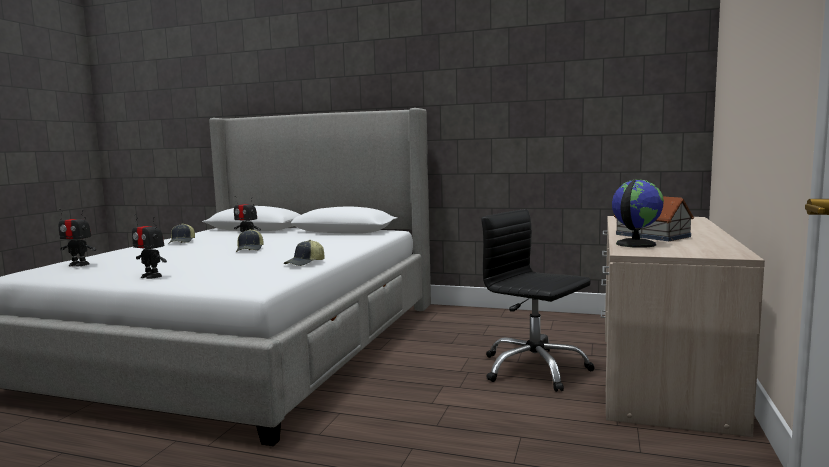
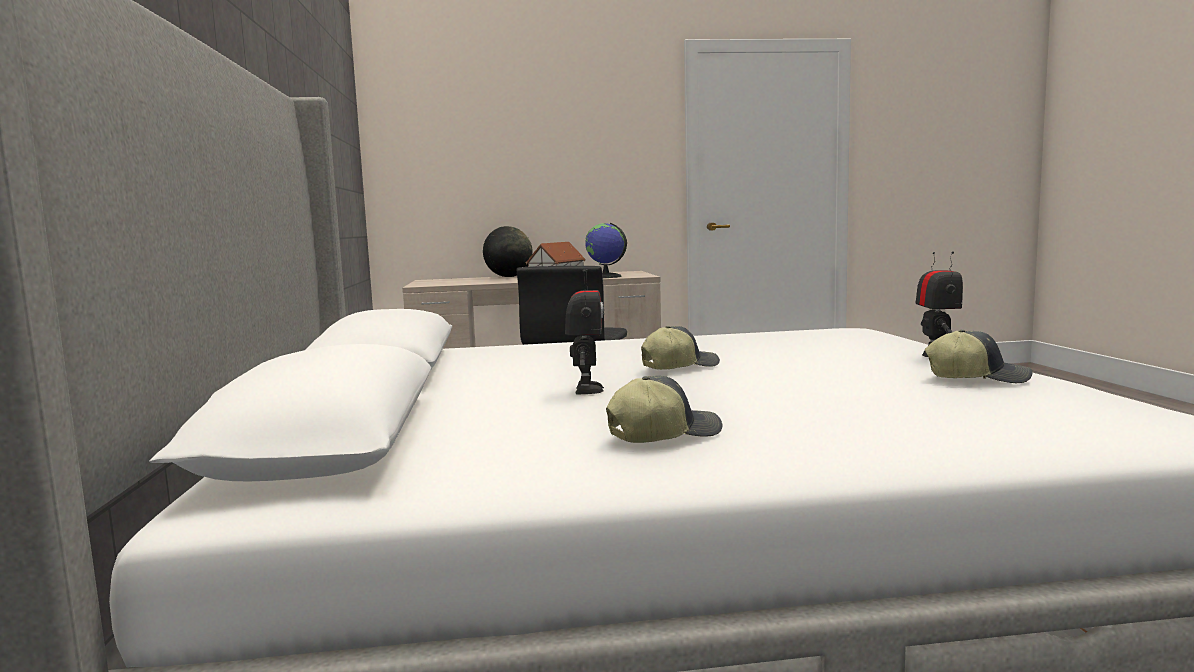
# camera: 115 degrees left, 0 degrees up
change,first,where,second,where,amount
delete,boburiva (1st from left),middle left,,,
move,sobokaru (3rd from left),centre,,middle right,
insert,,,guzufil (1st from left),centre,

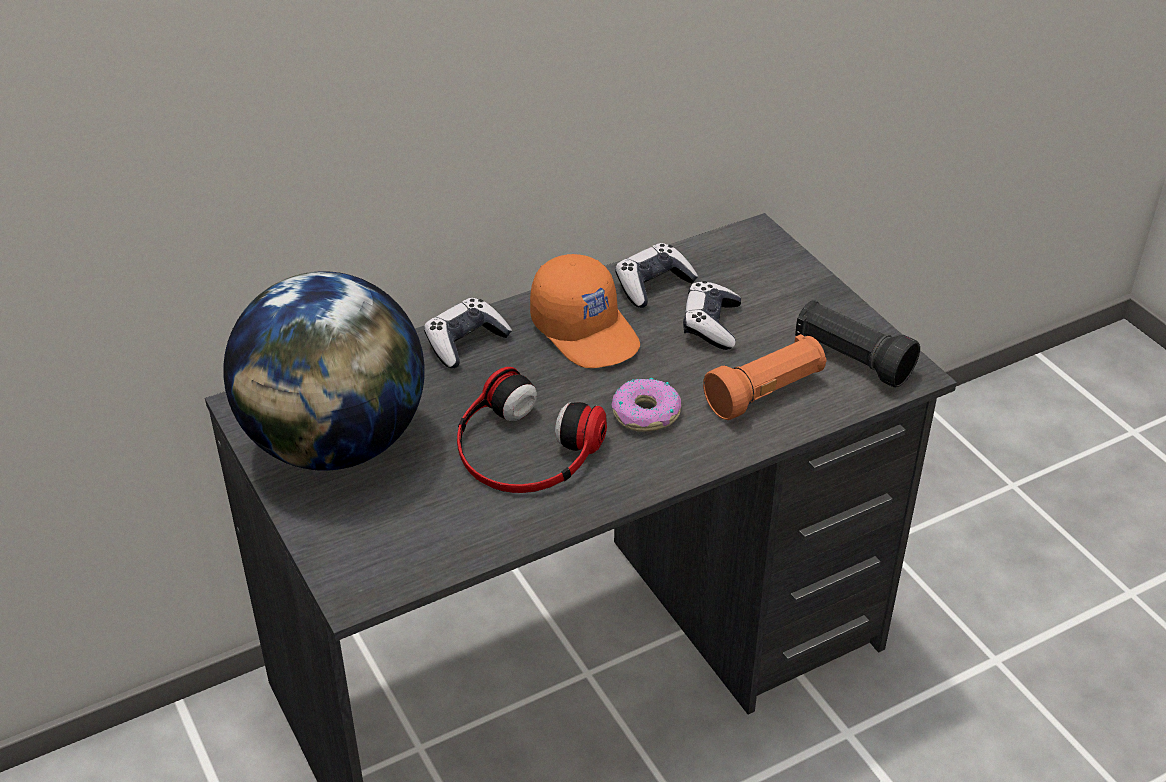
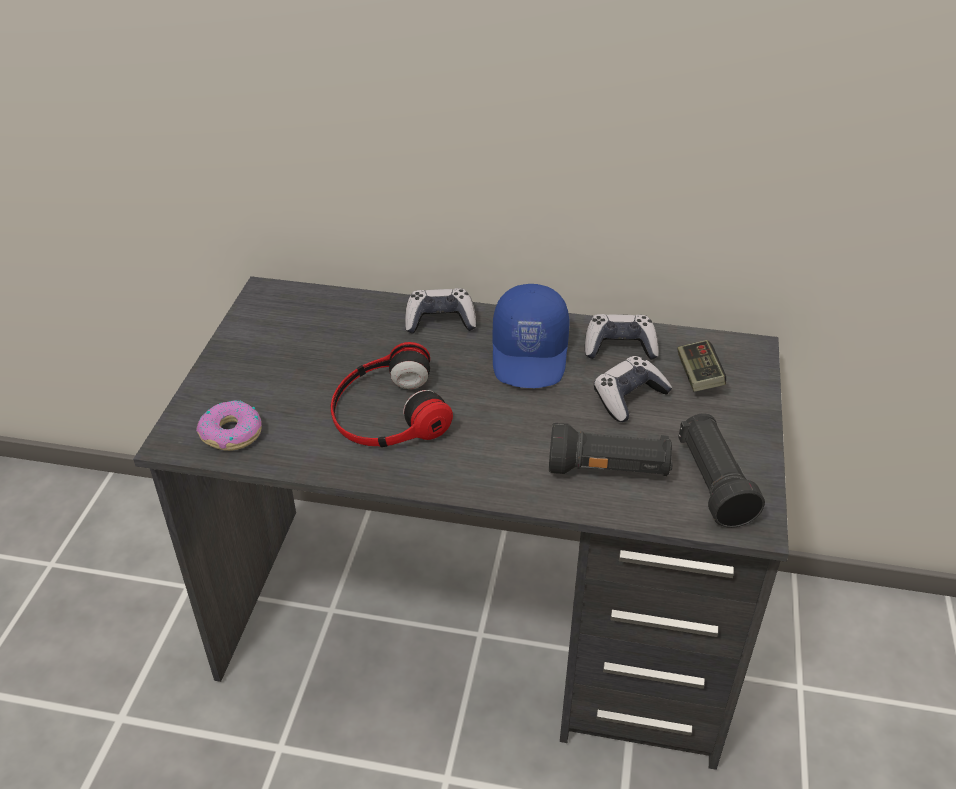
# camera: 40 degrees right, 0 degrees up
change,first,where,second,where,amount
delete,guzufil,middle left,,,
recolor,sobokaru (orange),centre,sobokaru (blue),centre,
move,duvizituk,centre,,middle left,
recolor,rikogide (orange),centre,rikogide (black) (1st from left),centre,
insert,,,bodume (4th from left),middle right,

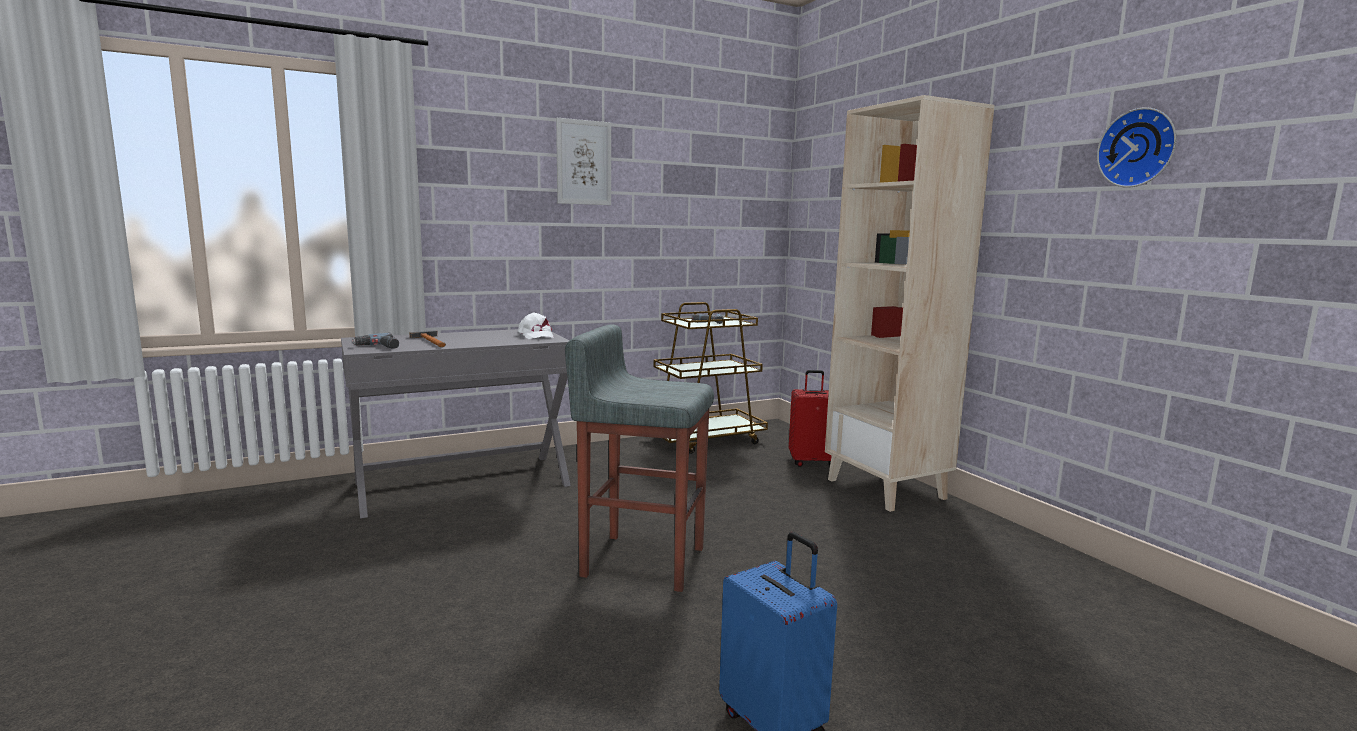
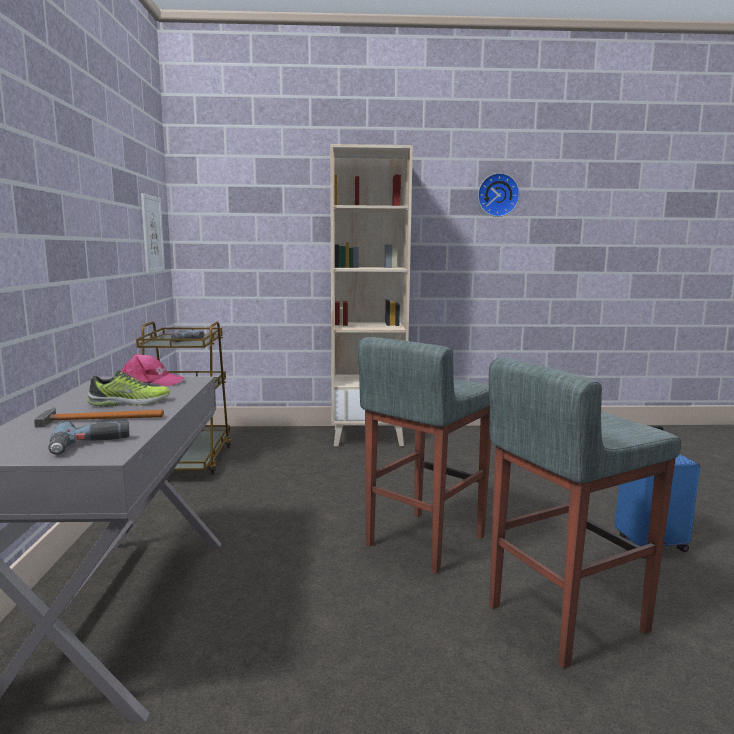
# camera: 65 degrees left, 0 degrees up
change,first,where,second,where,amount
recolor,sobokaru (white),centre,sobokaru (pink),middle left,
move,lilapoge,top centre,,top left,
delete,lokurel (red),centre,,,
insert,,,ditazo,middle left,
insert,,,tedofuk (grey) (2nd from left),bottom right,

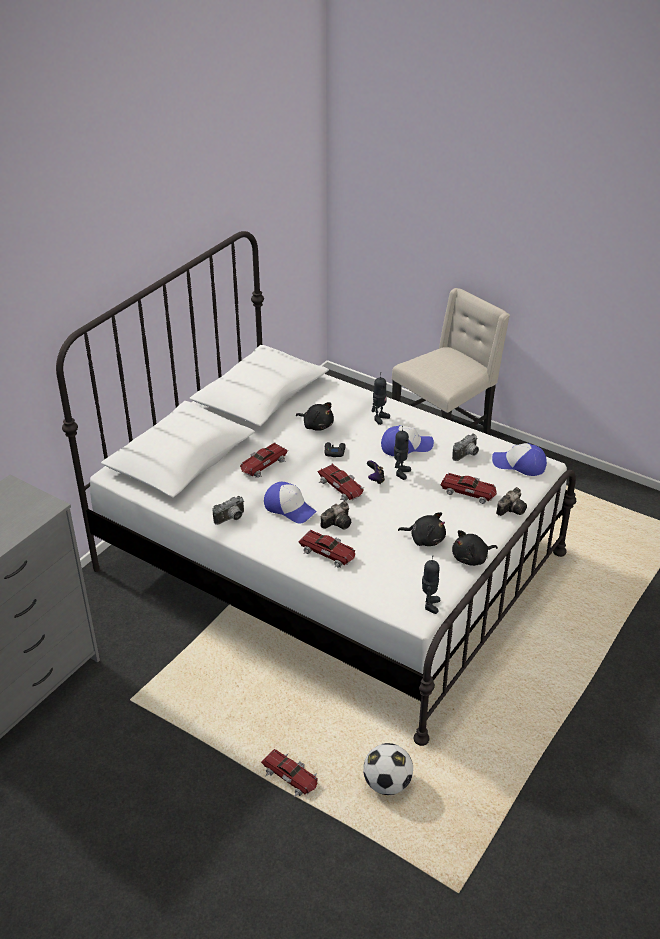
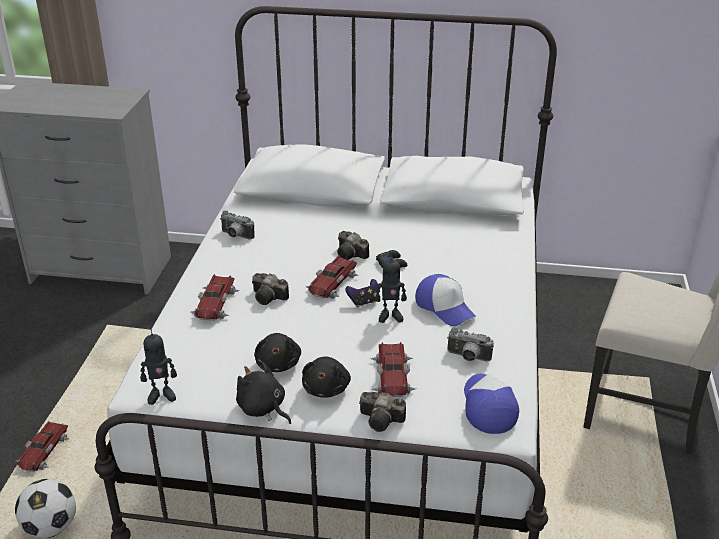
# camera: 65 degrees right, 5 degrees down
change,first,where,second,where,amount
delete,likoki (1st from left),centre,,,
delete,sobokaru (1st from left),centre,,,
move,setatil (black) (1st from left in the first image),centre,setatil (black) (3rd from left),bottom centre,
delete,boburiva (1st from left),centre,,,
insert,,,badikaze (3rd from left),centre,

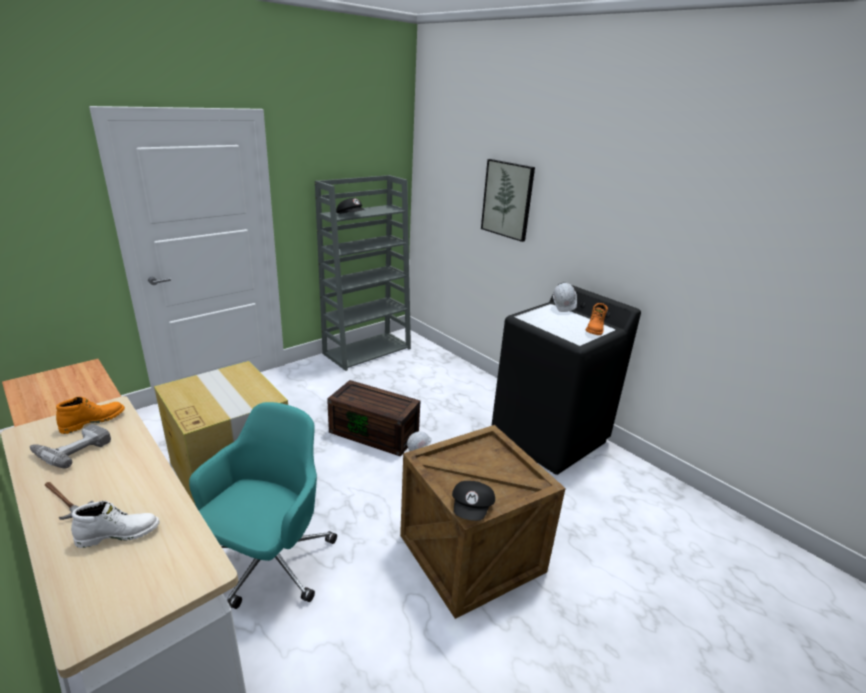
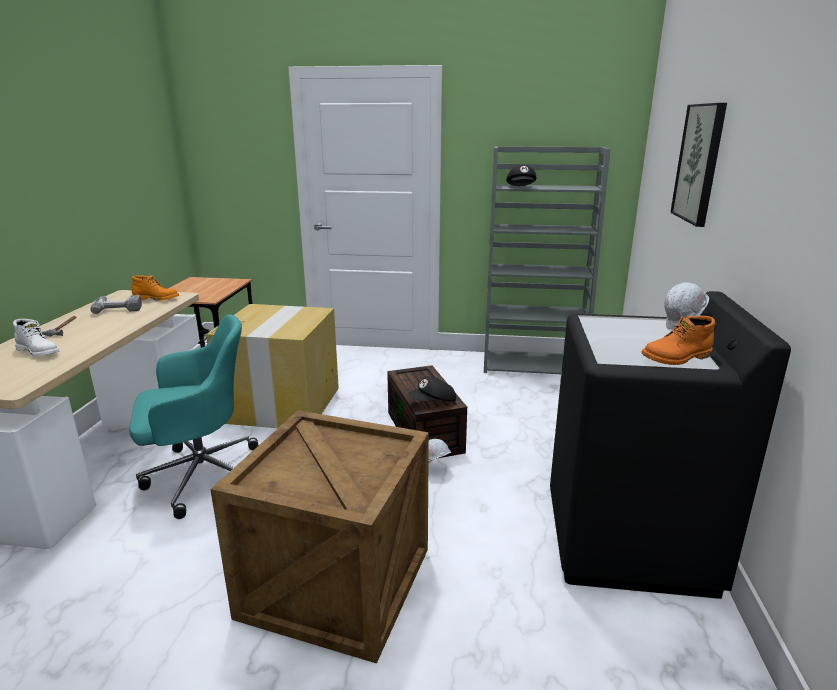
# camera: 50 degrees right, 5 degrees down
change,first,where,second,where,amount
move,sobokaru (black) (2nd from left in the first image),bottom centre,sobokaru (black) (1st from left),centre,

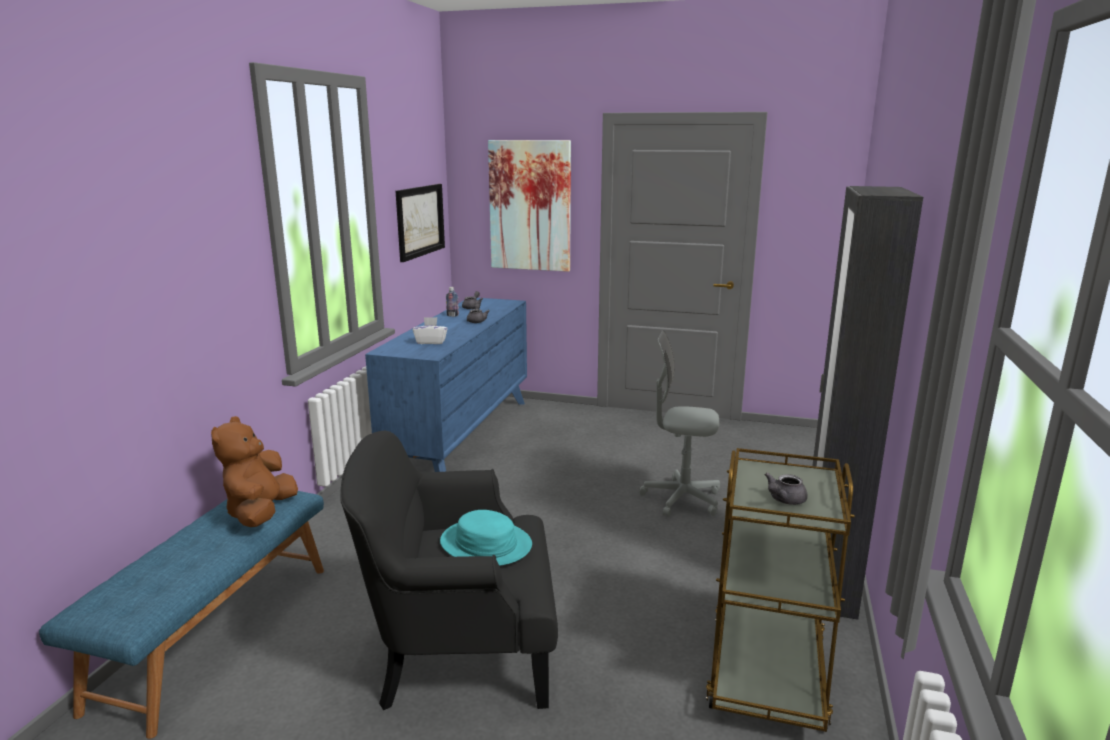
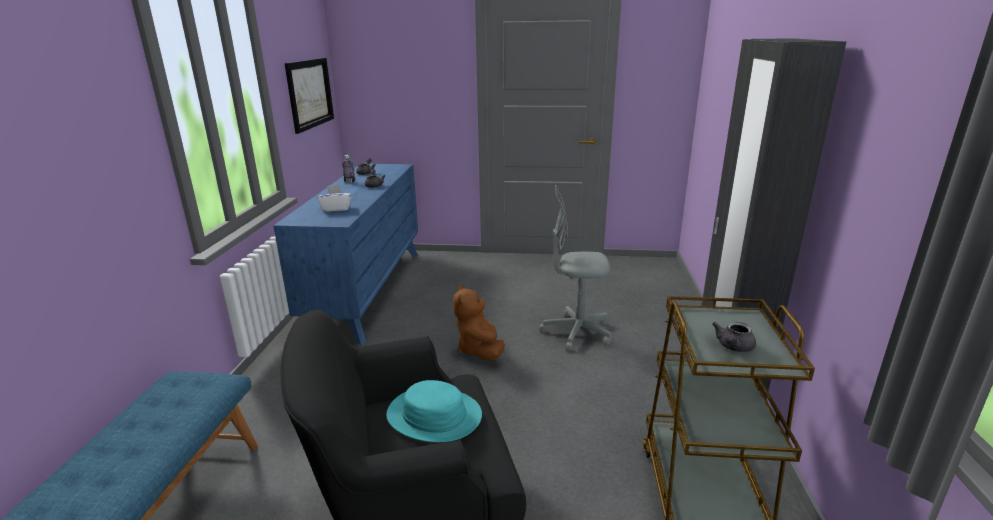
# camera: 10 degrees left, 5 degrees up
change,first,where,second,where,amount
move,setatil (brown),middle left,,centre,
delete,lilapoge (2nd from left),top centre,,,

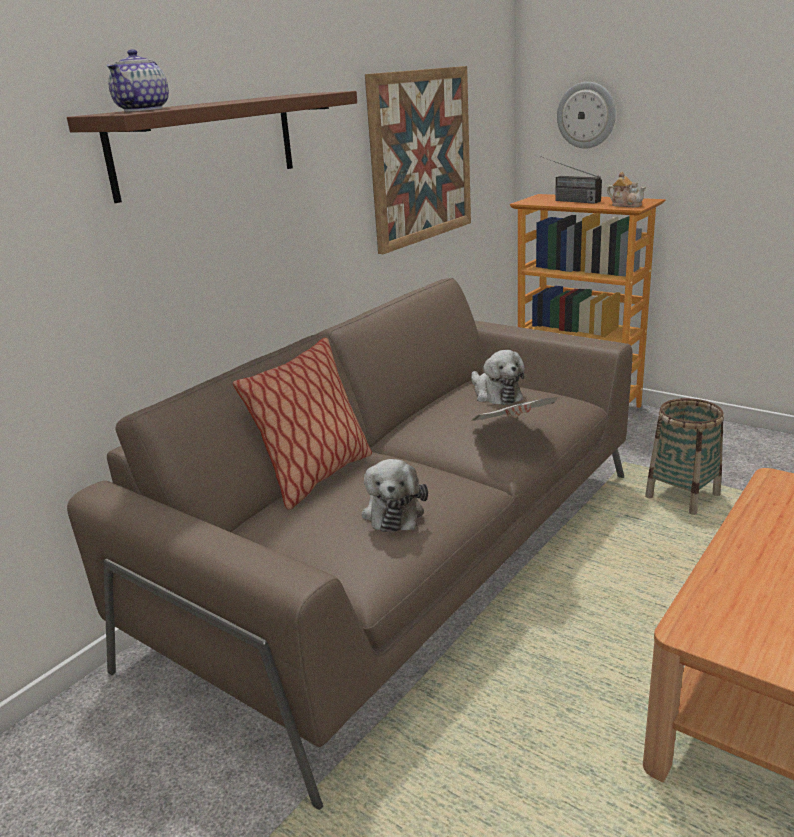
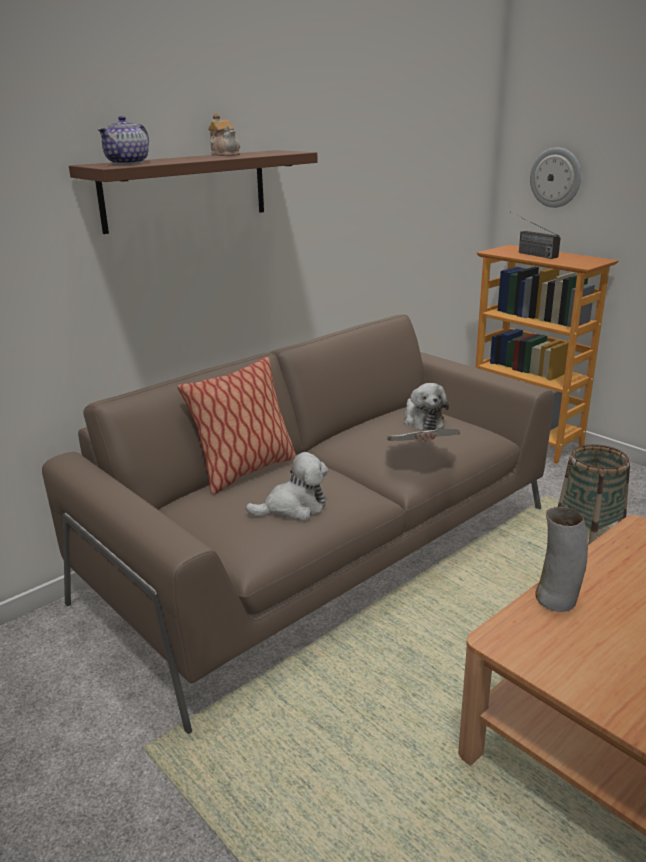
# camera: 10 degrees right, 0 degrees up
change,first,where,second,where,amount
rotate,setatil (1st from left),centre,,centre,120 degrees counterclockwise
delete,lilapoge,top centre,,,
move,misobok (2nd from left),top right,,top centre,
insert,,,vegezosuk,middle right,

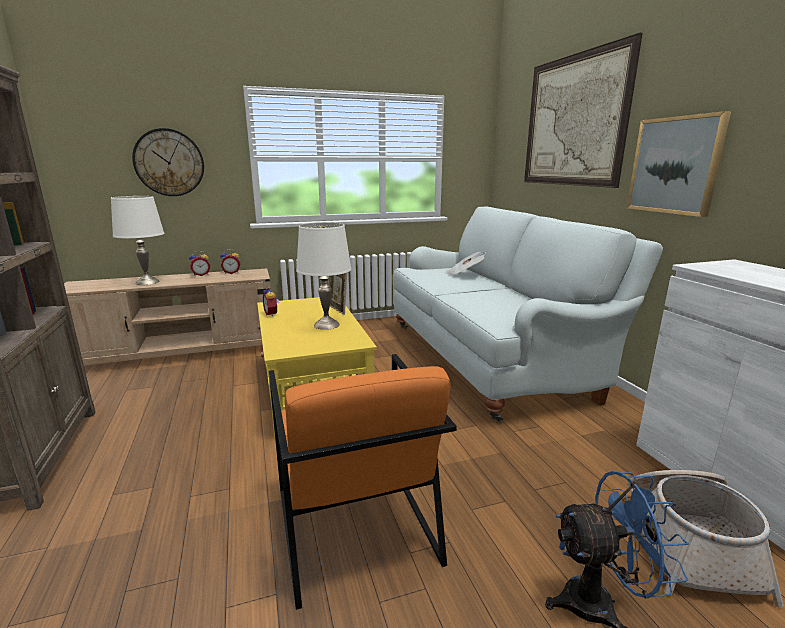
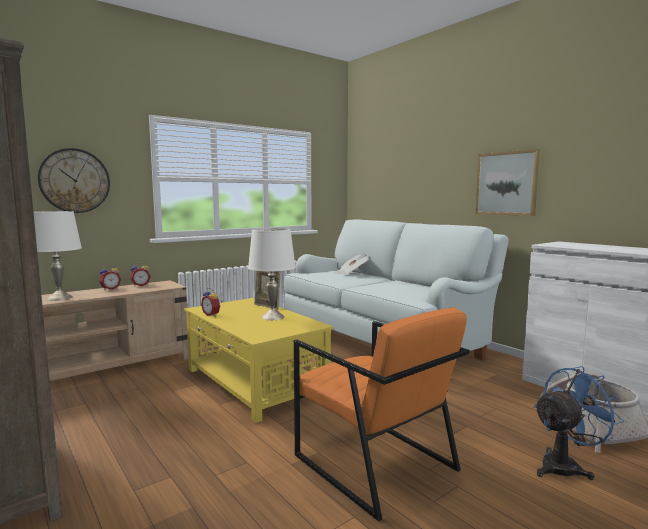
# camera: 20 degrees left, 10 degrees down
change,first,where,second,where,amount
delete,lilapoge (1st from left),top right,,,

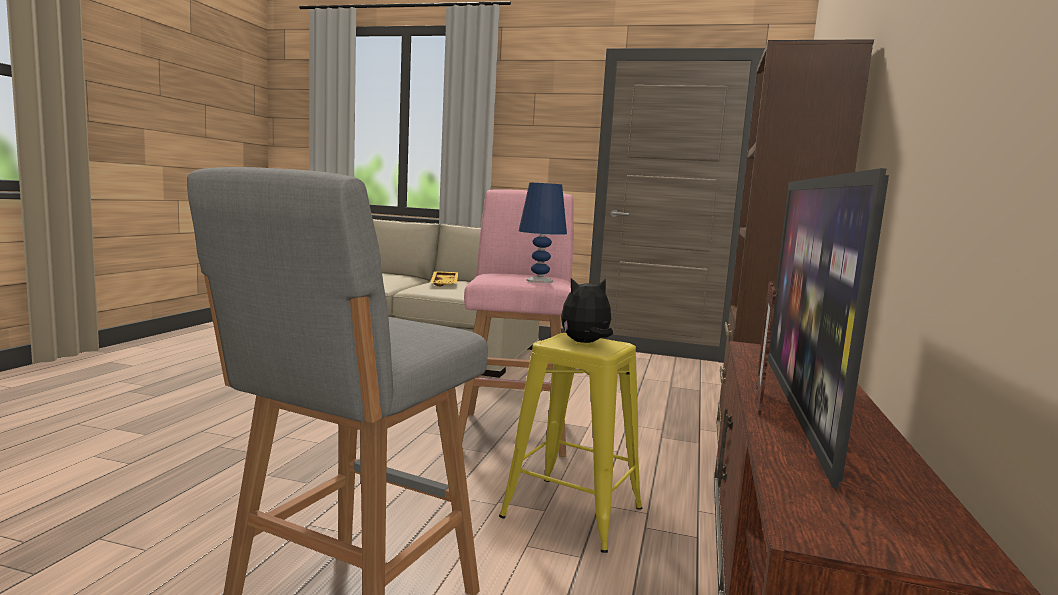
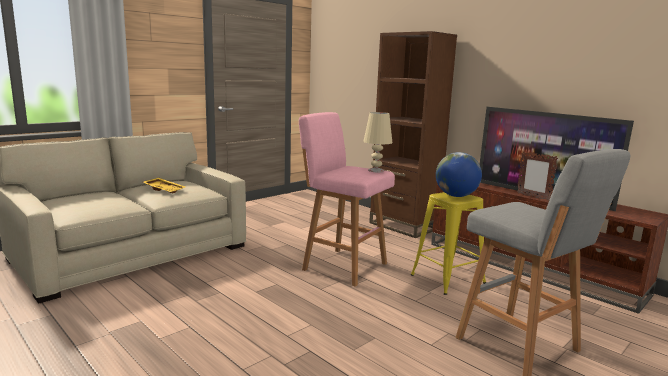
# camera: 60 degrees left, 5 degrees up
change,first,where,second,where,amount
recolor,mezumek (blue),centre,mezumek (beige),centre,
replace,setatil,centre,guzufil,middle right,

